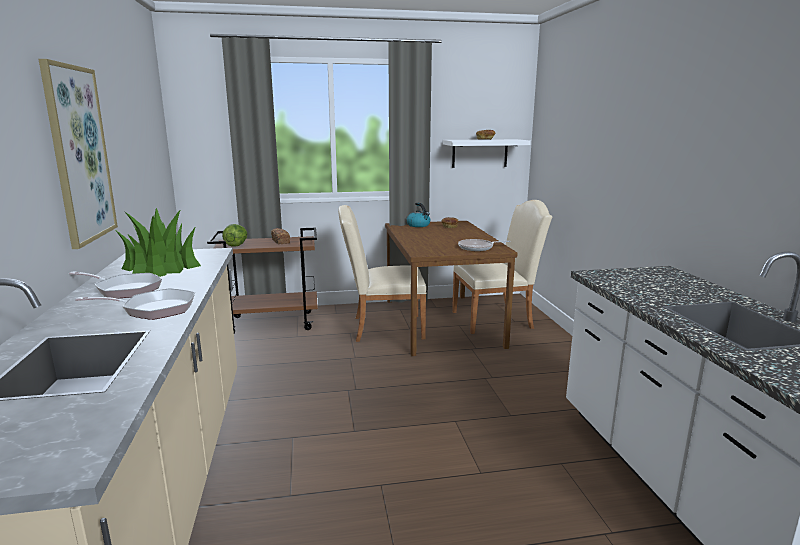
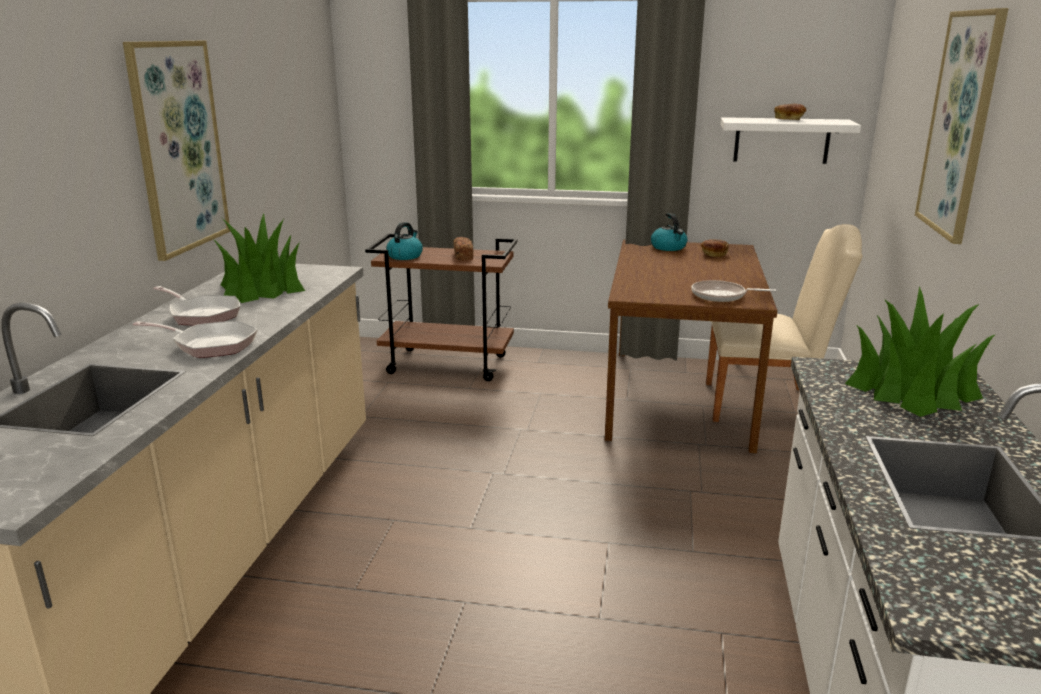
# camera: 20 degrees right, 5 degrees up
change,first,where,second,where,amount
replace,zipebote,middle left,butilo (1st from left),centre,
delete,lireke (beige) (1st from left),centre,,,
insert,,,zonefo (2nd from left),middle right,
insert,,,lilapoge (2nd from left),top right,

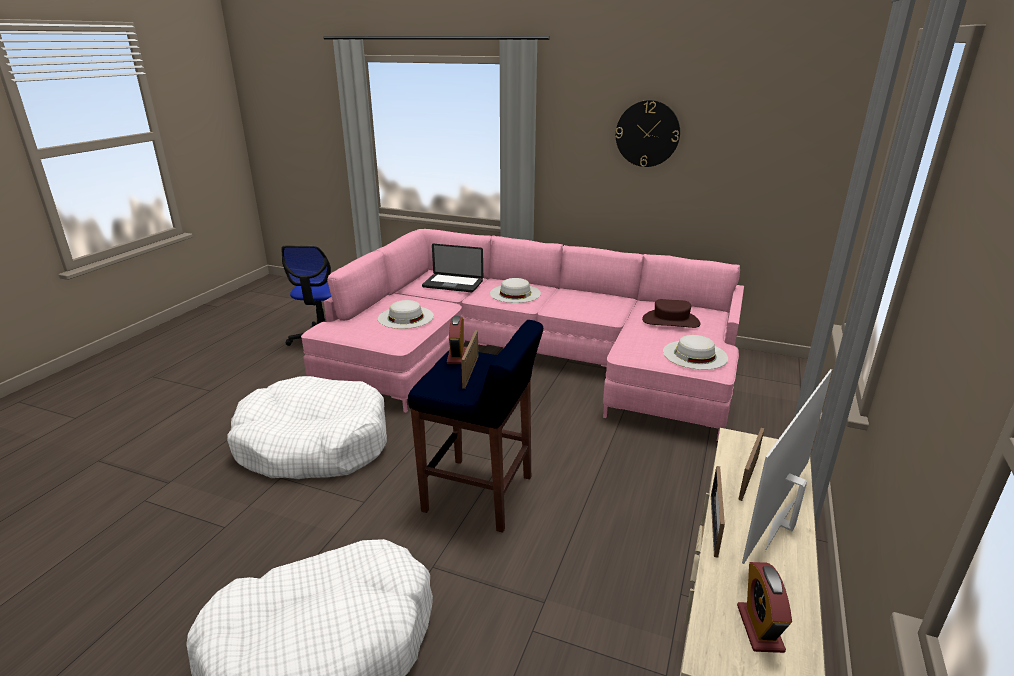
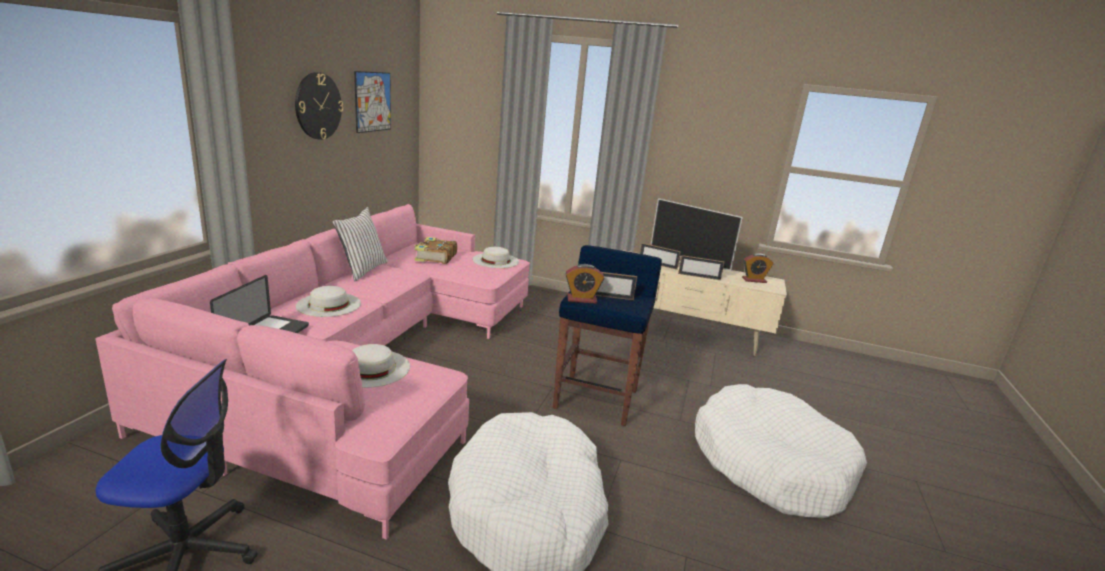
# camera: 95 degrees left, 5 degrees down
change,first,where,second,where,amount
replace,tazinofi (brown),centre,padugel,centre,
insert,,,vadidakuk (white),middle left,
insert,,,lilapoge,top centre,

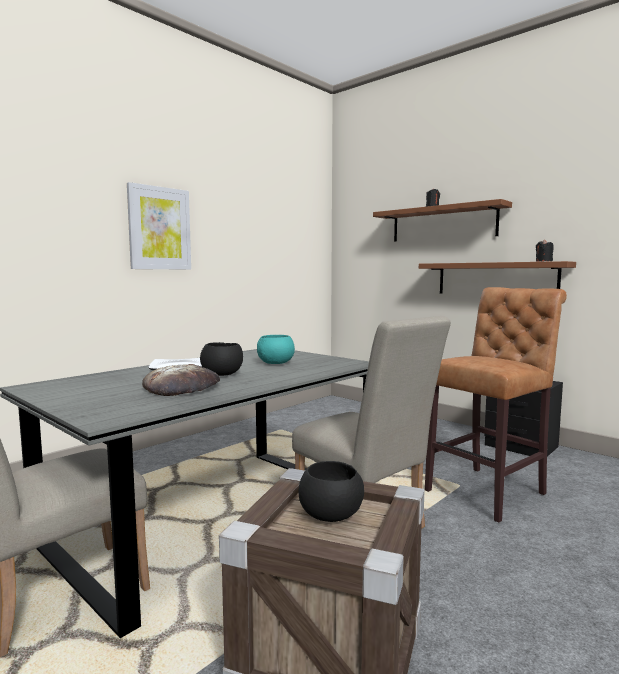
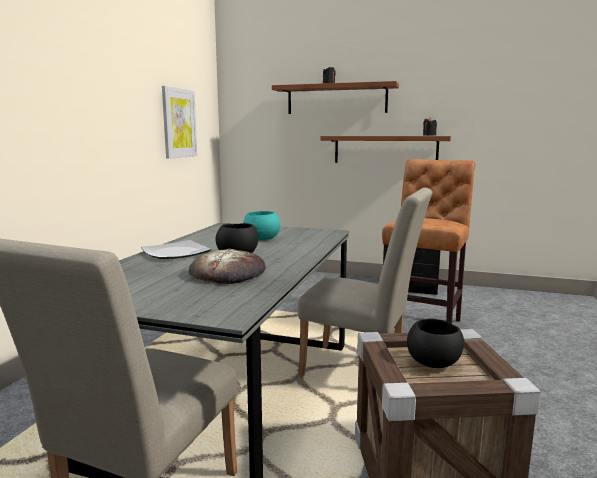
# camera: 25 degrees left, 5 degrees up
change,first,where,second,where,amount
move,lilapoge,middle left,,top left,

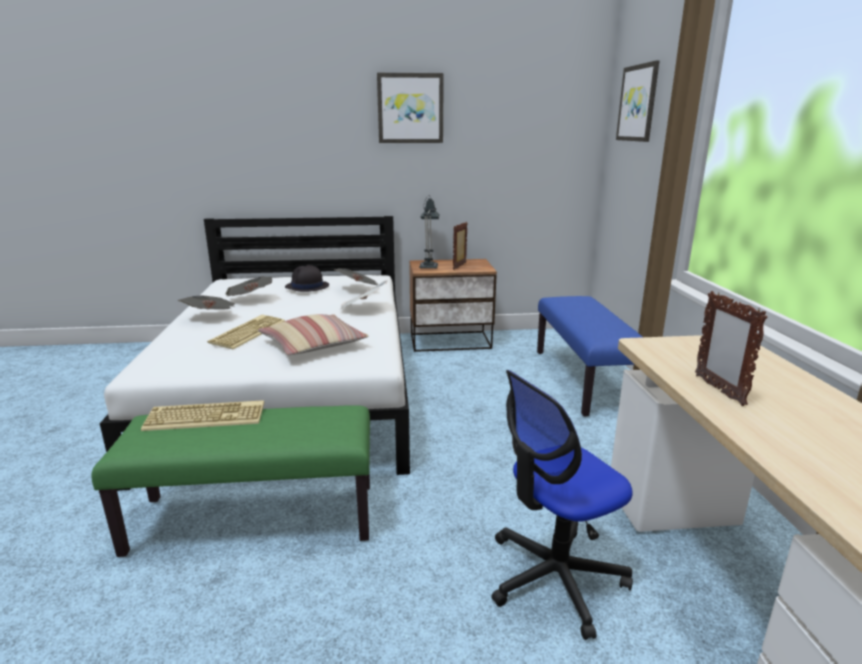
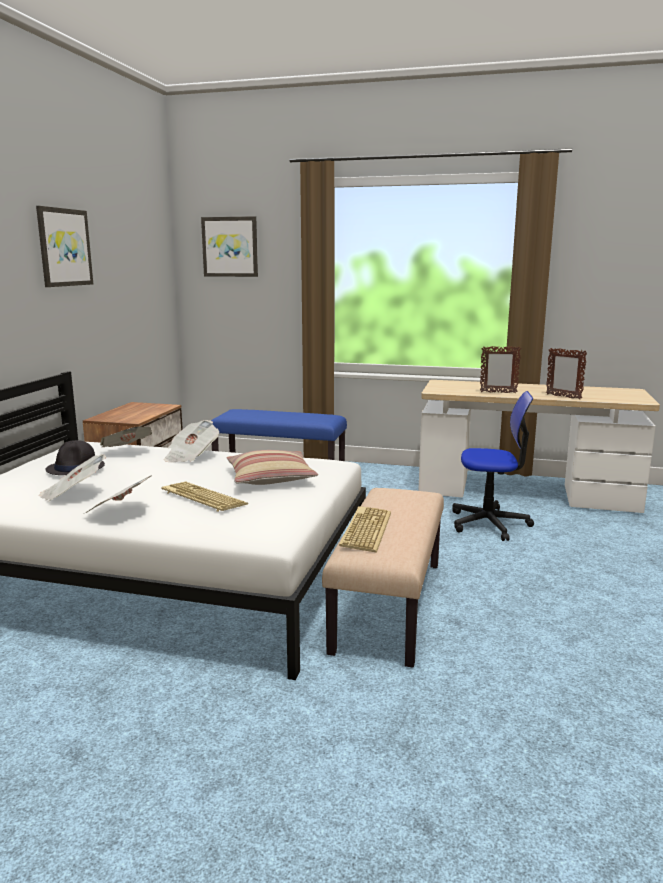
# camera: 70 degrees left, 5 degrees down
change,first,where,second,where,amount
recolor,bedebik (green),bottom left,bedebik (beige),centre,
delete,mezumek,centre,,,
move,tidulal (1st from left in the first image),centre,tidulal (2nd from left),middle right,
rotate,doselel,bottom centre,,middle right,75 degrees counterclockwise

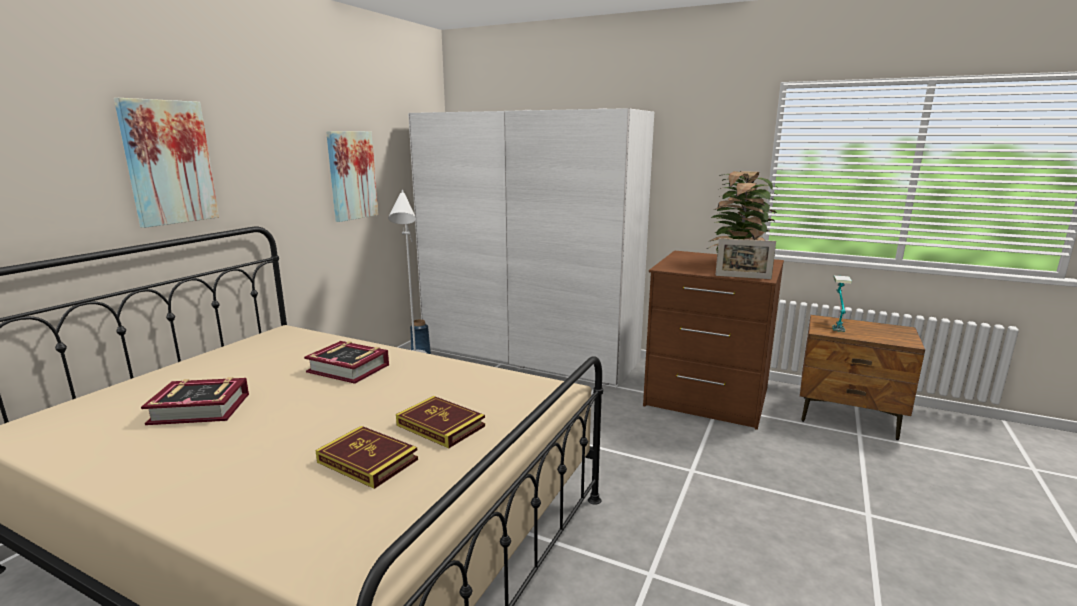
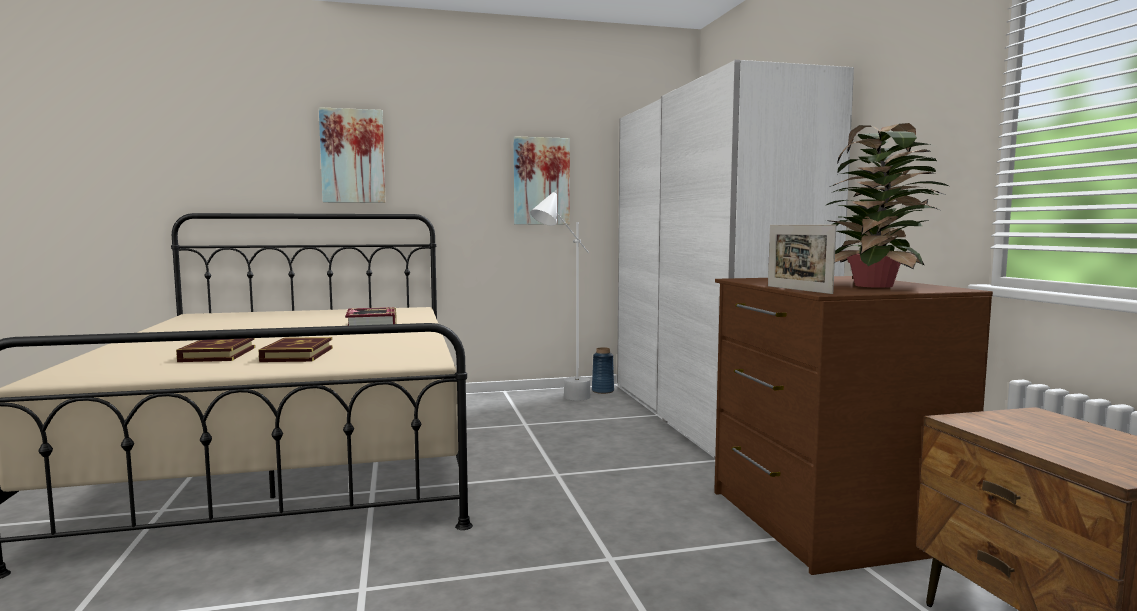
# camera: 50 degrees right, 10 degrees down
change,first,where,second,where,amount
delete,padugel (1st from left),middle left,,,
delete,mezumek,middle right,,,

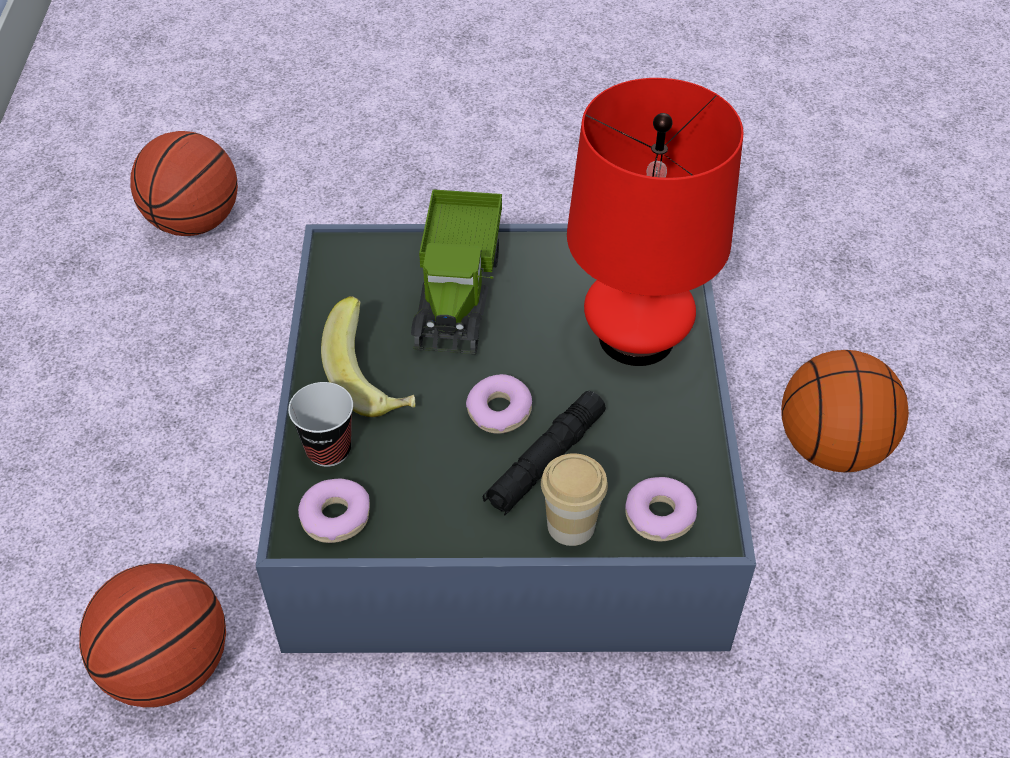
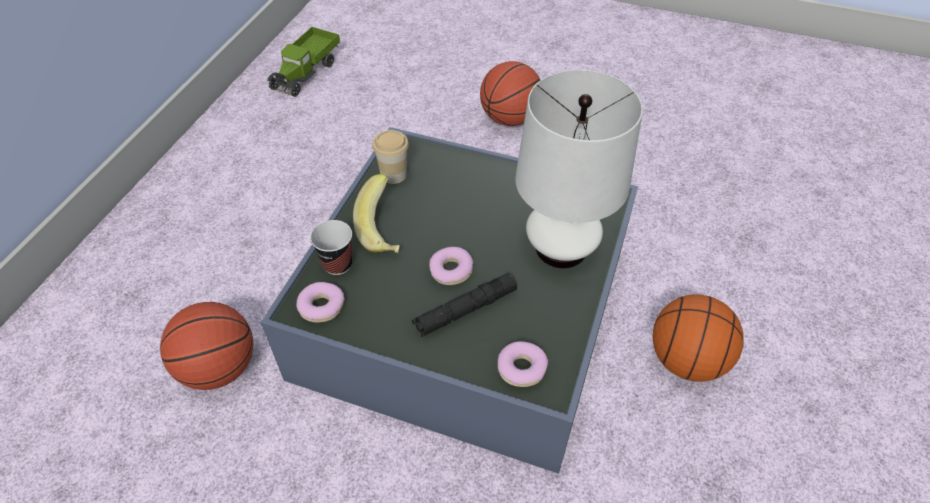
# camera: 20 degrees right, 0 degrees up
change,first,where,second,where,amount
move,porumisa (2nd from left),top left,,top centre,
move,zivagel,centre,,top left,
move,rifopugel (2nd from left),centre,,top centre,
recolor,mezumek (red),top centre,mezumek (white),centre,

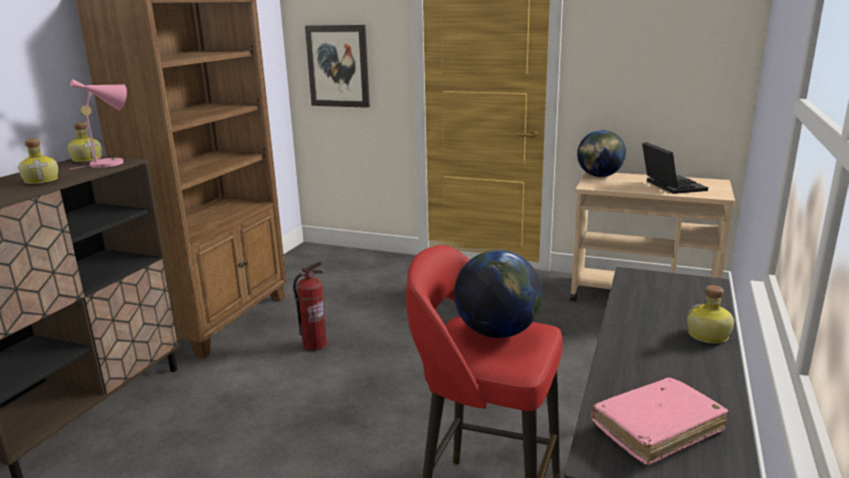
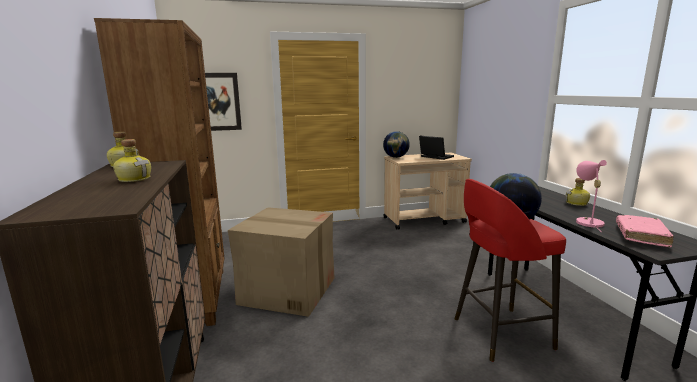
# camera: 35 degrees left, 5 degrees down
change,first,where,second,where,amount
move,mezumek (pink),top left,,middle right,
replace,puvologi,centre,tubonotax,bottom centre,

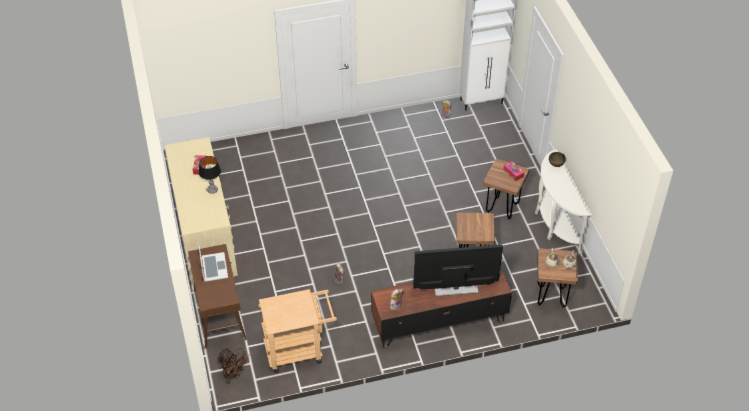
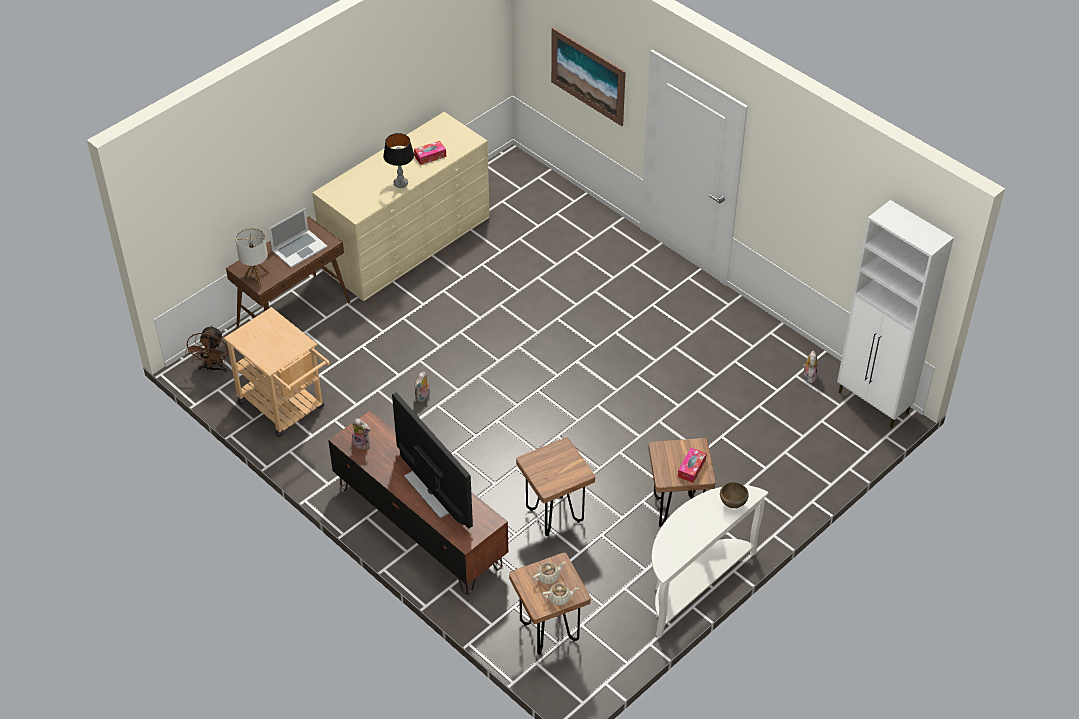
# camera: 60 degrees right, 0 degrees up
change,first,where,second,where,amount
insert,,,mezumek (1st from left),middle left,
insert,,,lilapoge,top centre,

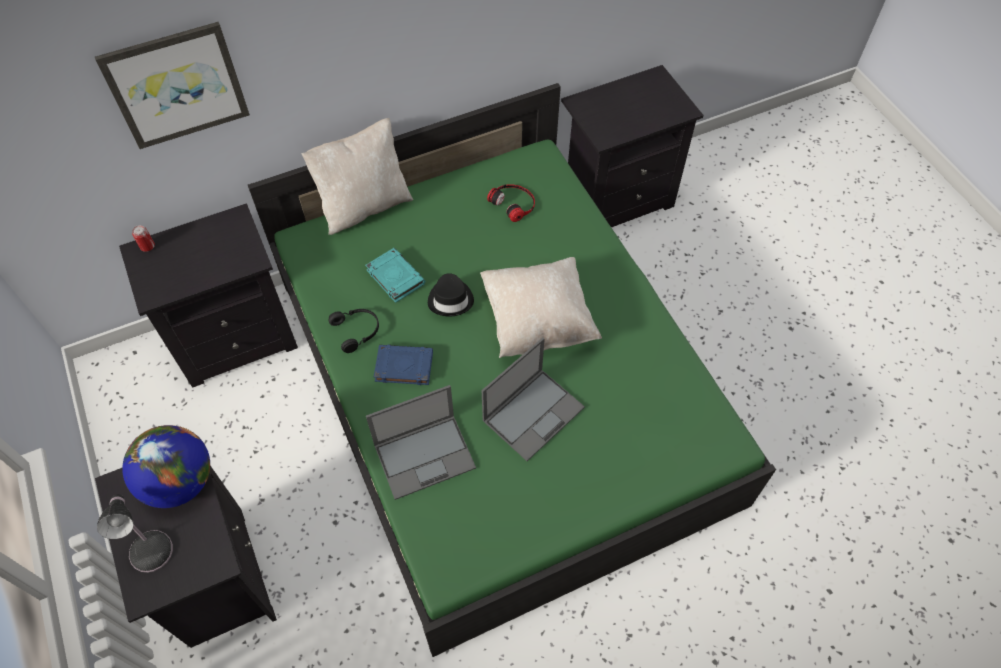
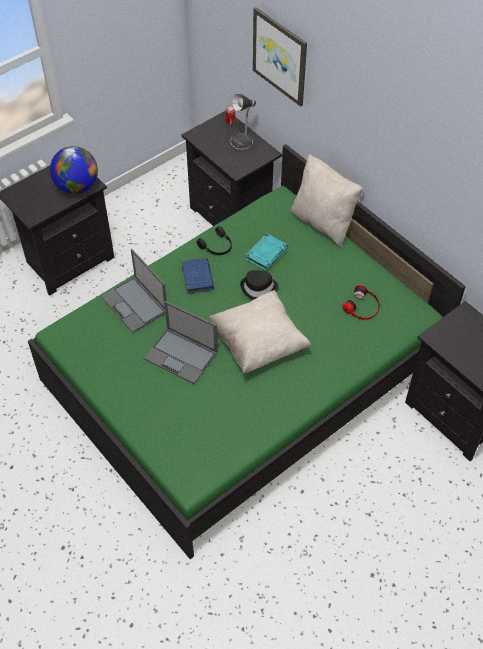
# camera: 75 degrees right, 5 degrees down
change,first,where,second,where,amount
move,mezumek,bottom left,,top centre,

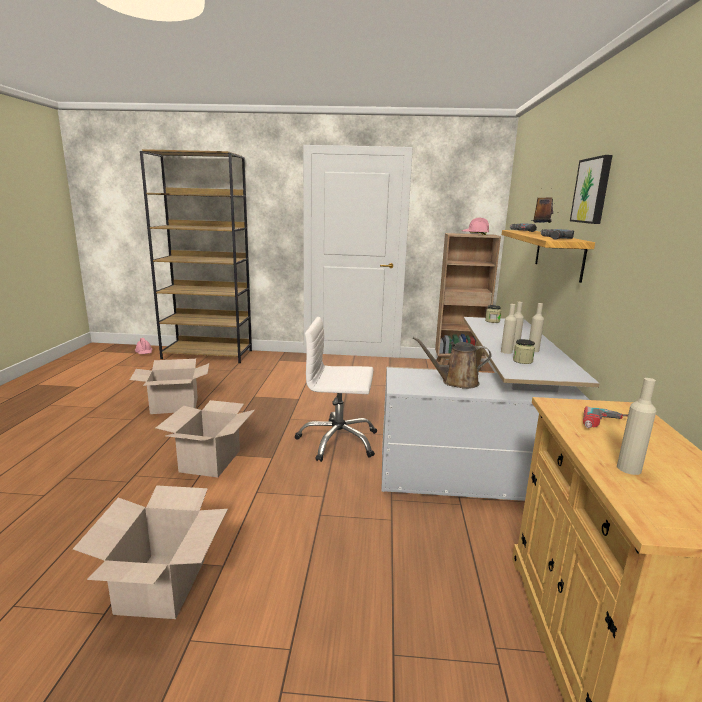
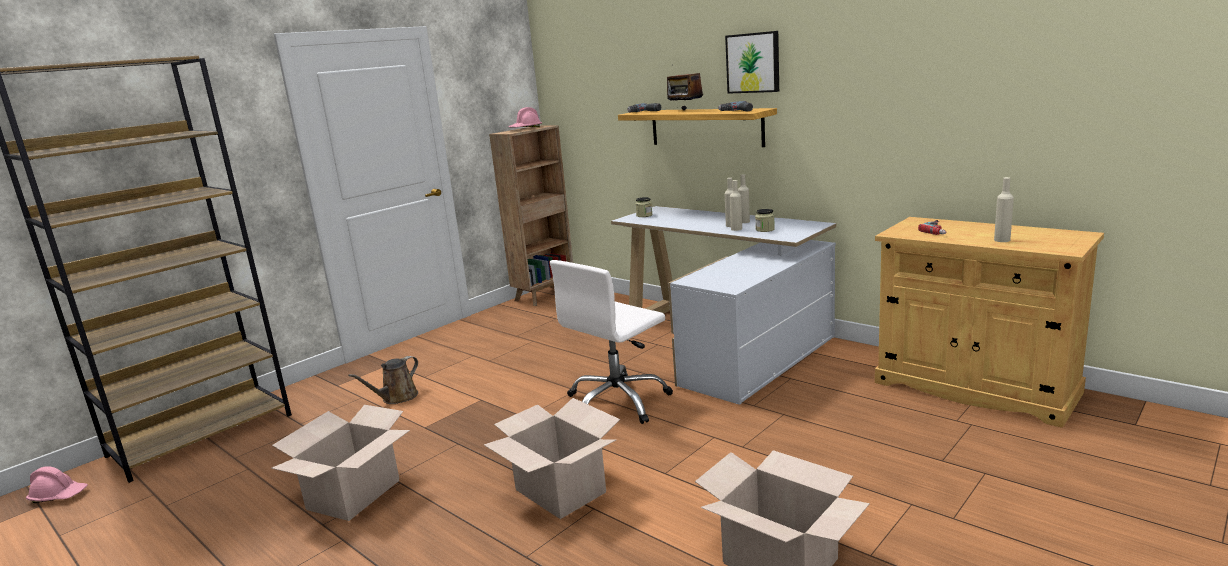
# camera: 50 degrees left, 0 degrees up
change,first,where,second,where,amount
move,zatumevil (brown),centre,,bottom left,

